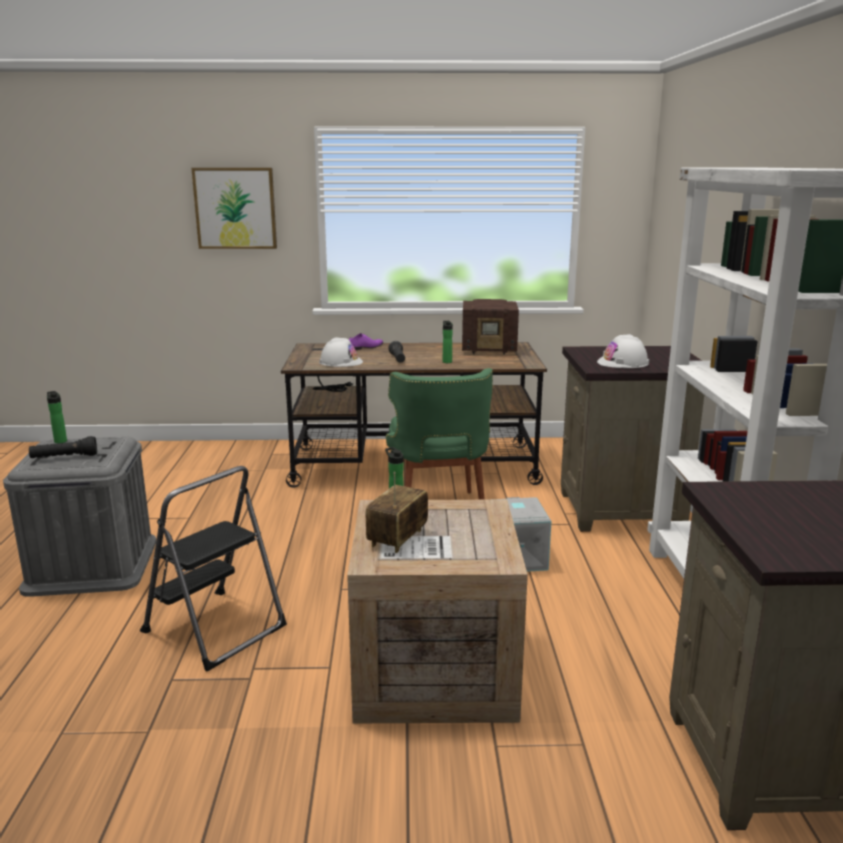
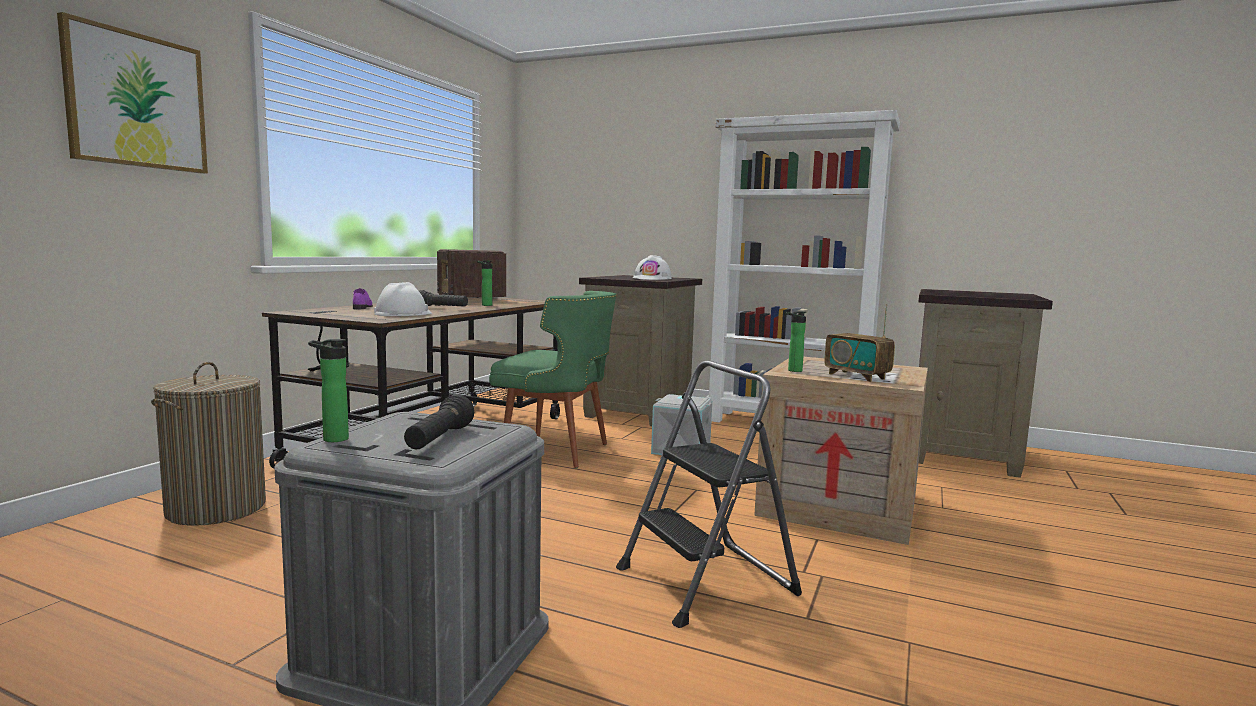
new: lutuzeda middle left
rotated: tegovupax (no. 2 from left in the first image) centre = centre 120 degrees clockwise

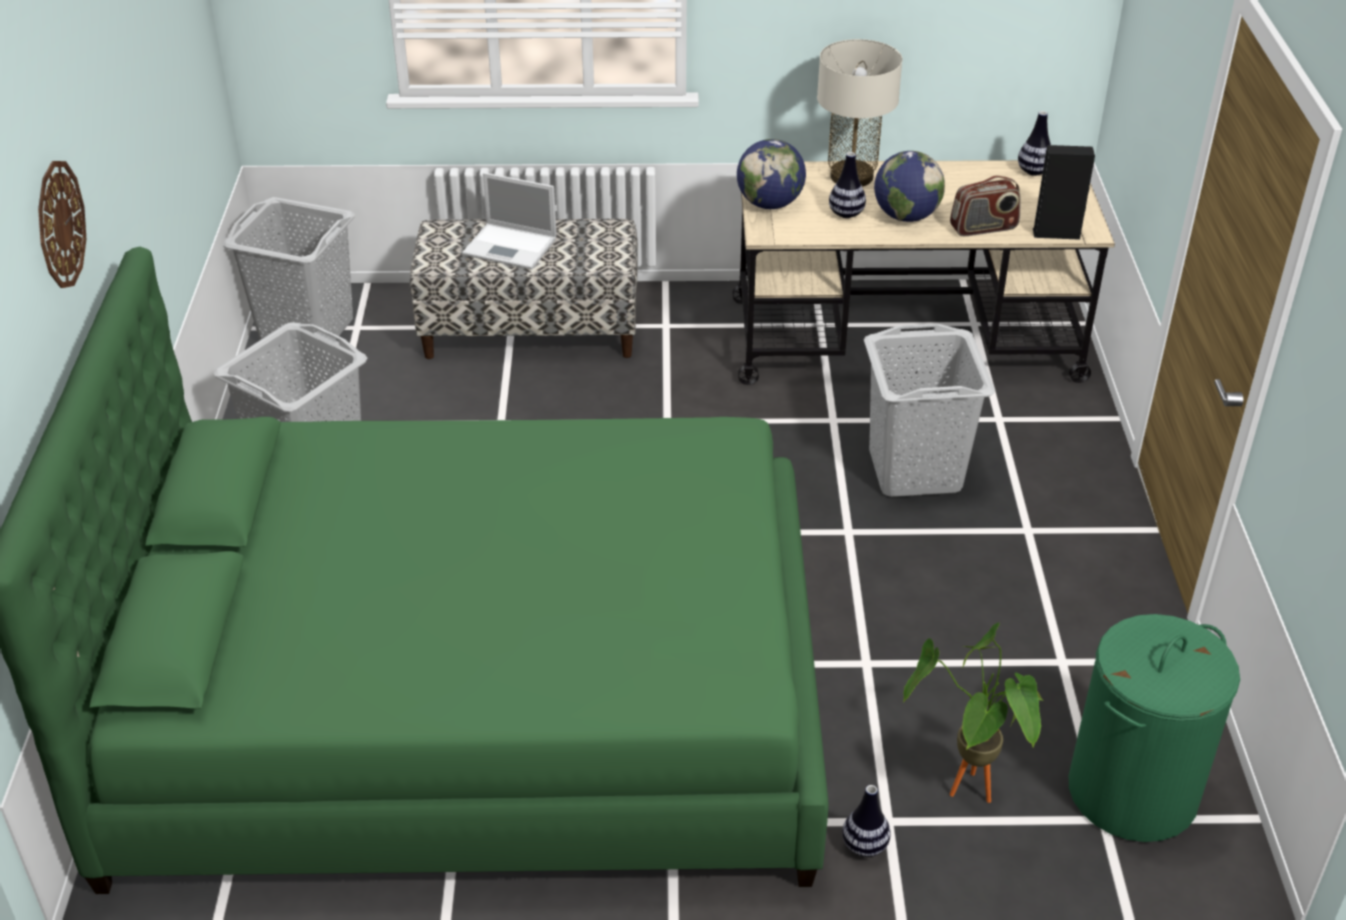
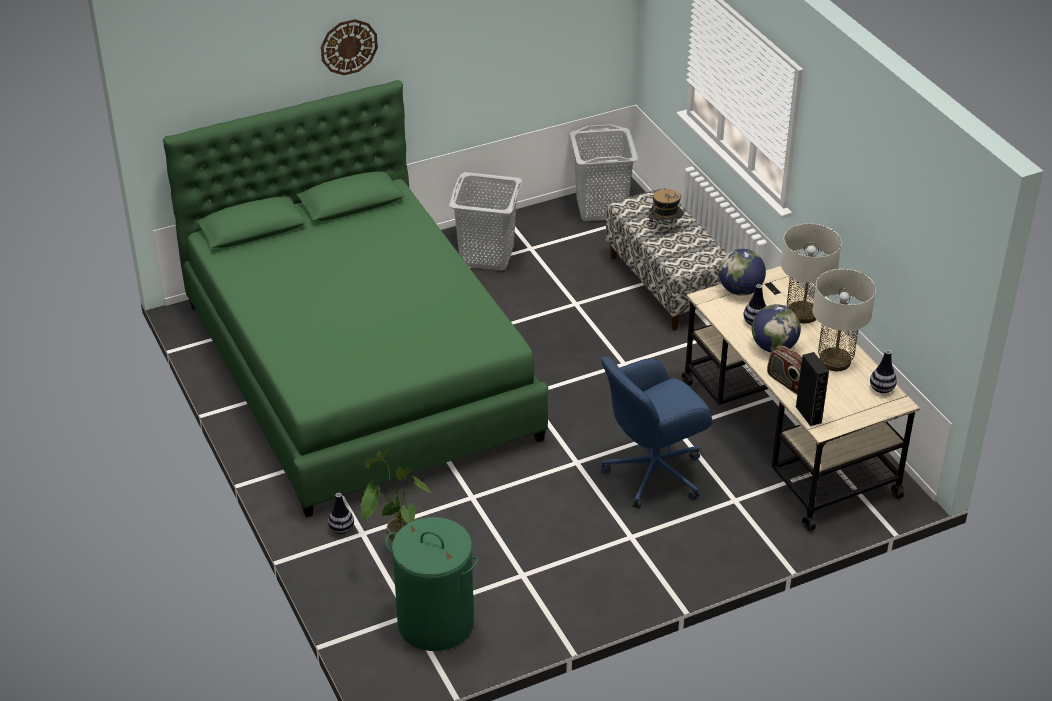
new: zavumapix (no. 2 from left) middle right
swapped: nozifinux top centre to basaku top centre; lutuzeda (grey) (no. 3 from left) middle right to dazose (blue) centre

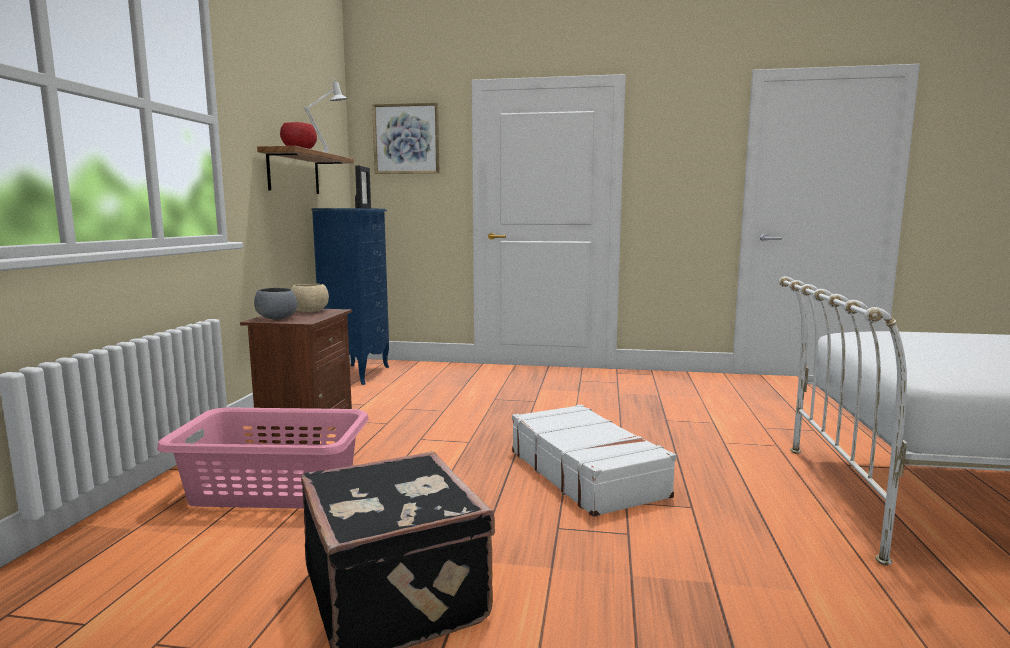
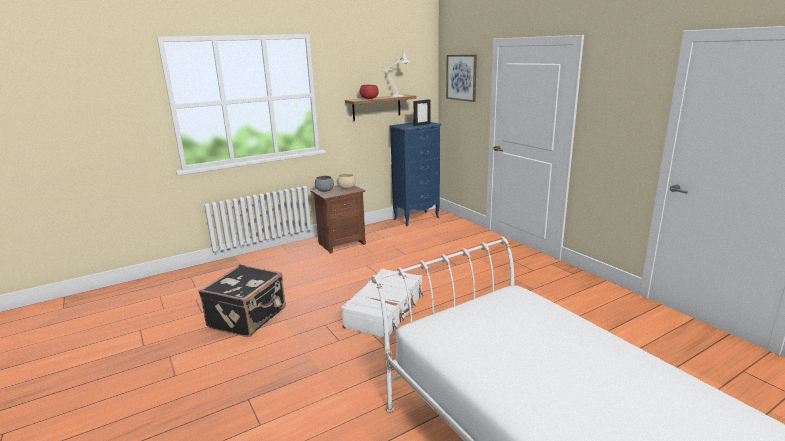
gone: lutuzeda (pink) bottom left

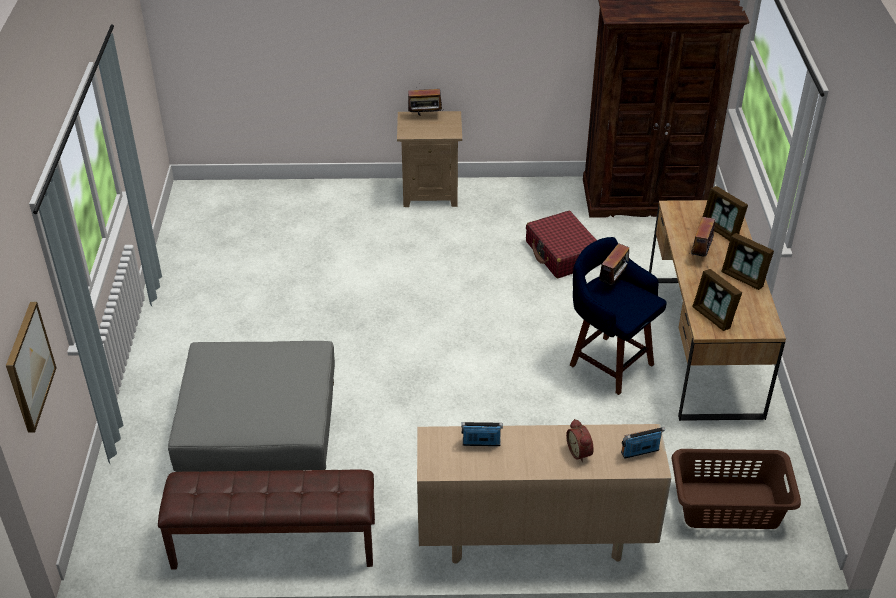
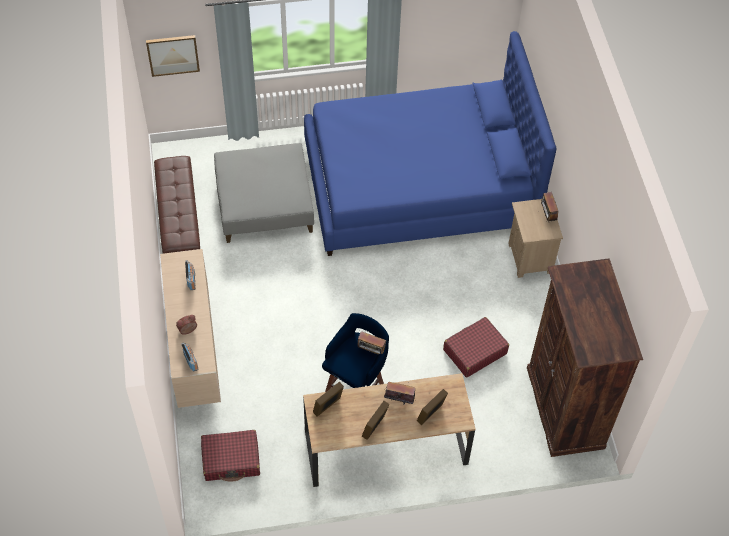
new: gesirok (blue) top centre
swapped: lutuzeda (brown) bottom right to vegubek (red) (no. 1 from left) bottom left

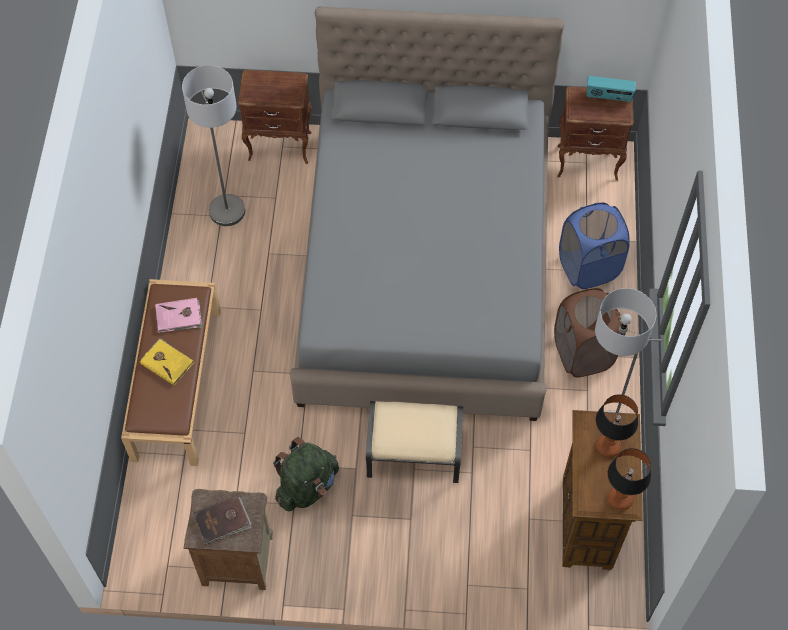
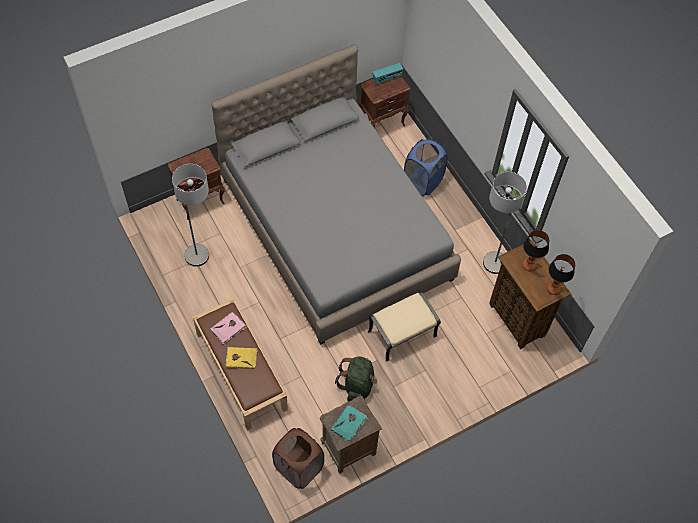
shifted: lutuzeda (brown) middle right to bottom centre
repainted: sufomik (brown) bottom left to sufomik (turquoise) bottom centre

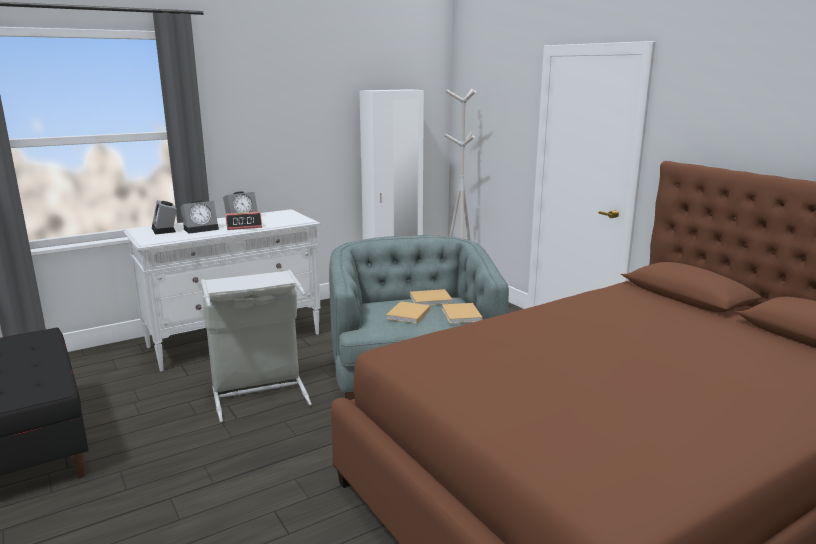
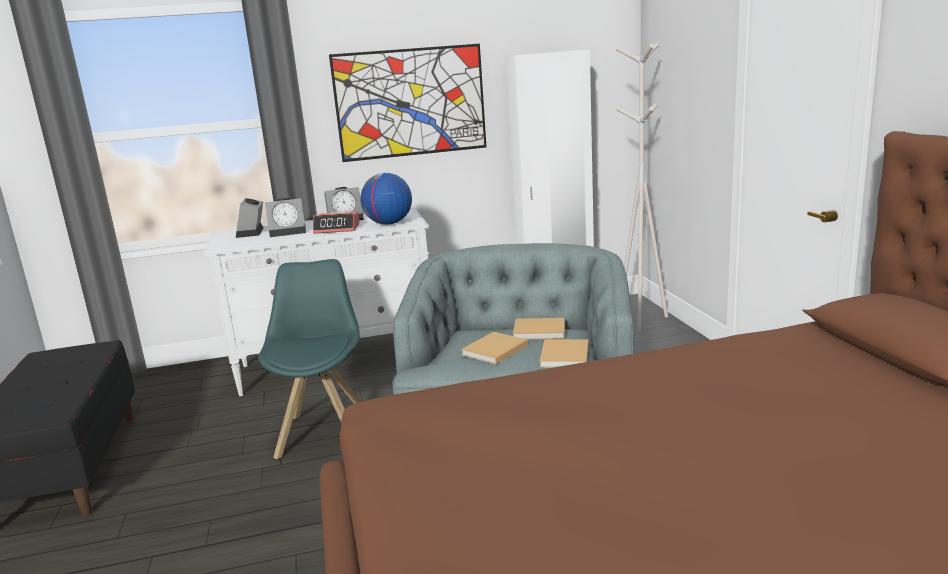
new: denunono top centre; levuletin centre
swapped: lutuzeda (grey) middle left to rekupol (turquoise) middle left

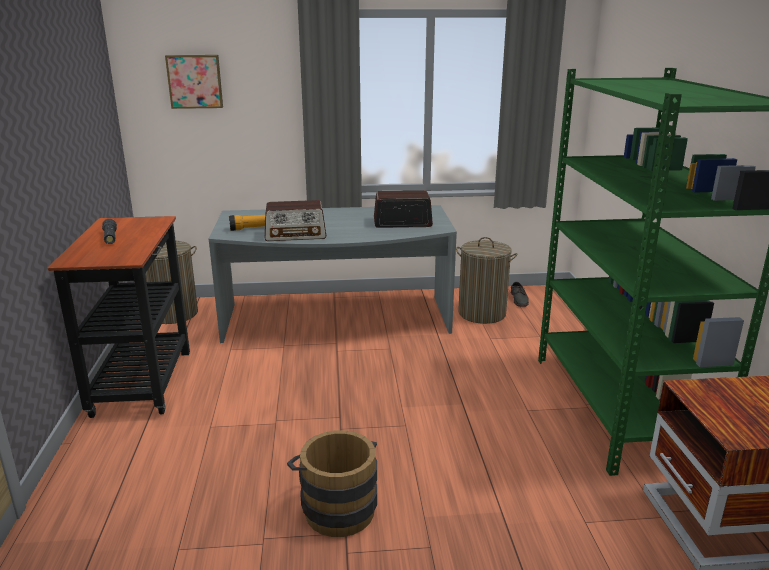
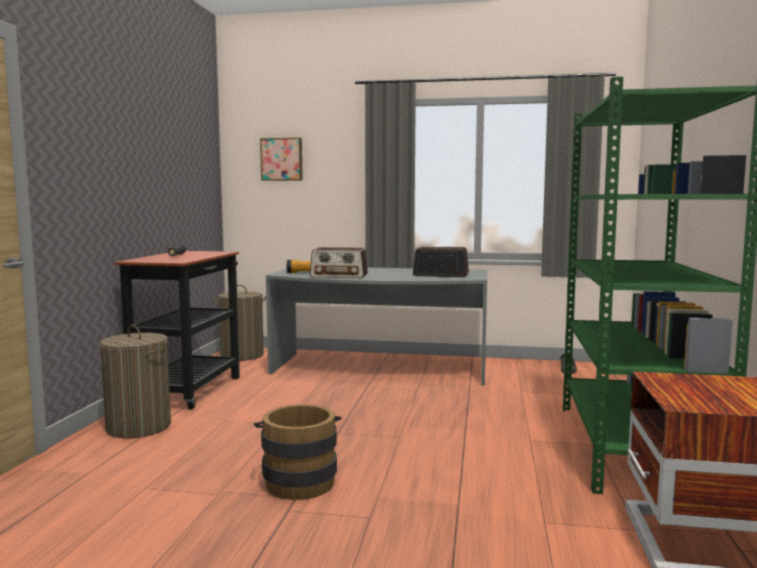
shifted: lutuzeda (no. 2 from left in the first image) centre to lutuzeda (no. 1 from left) bottom left

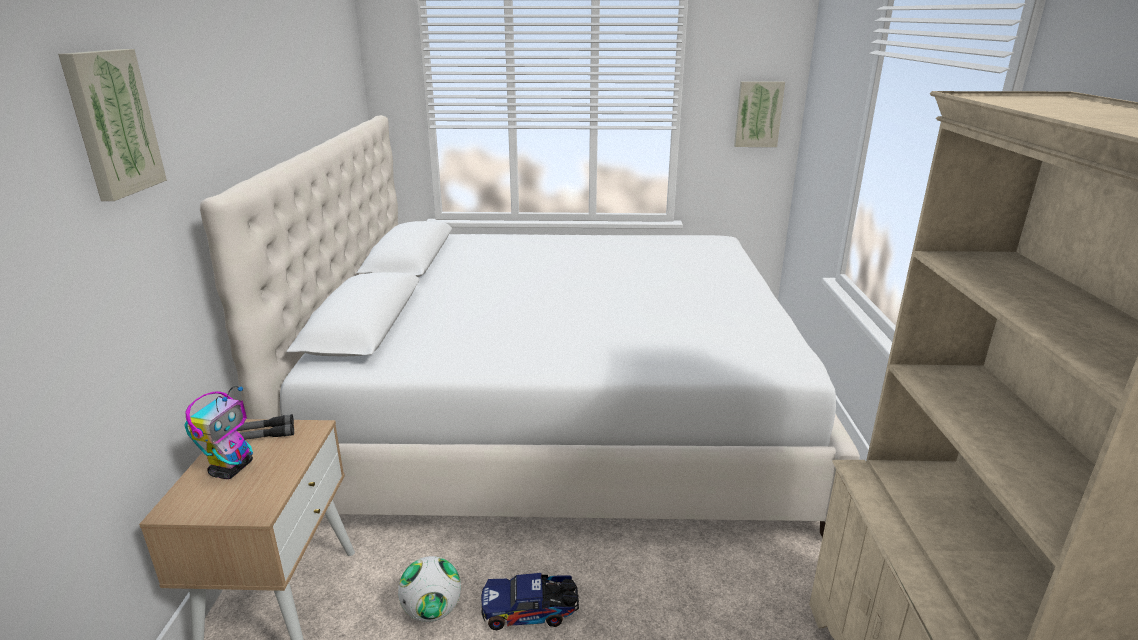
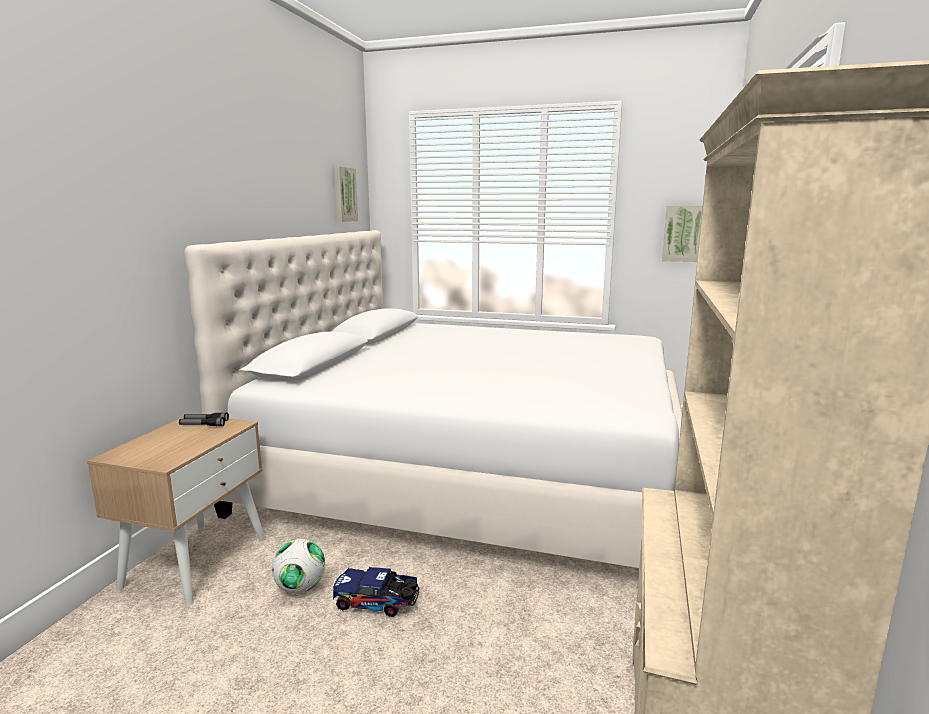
gone: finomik bottom left
shifted: denunono (no. 1 from left) top left to top centre

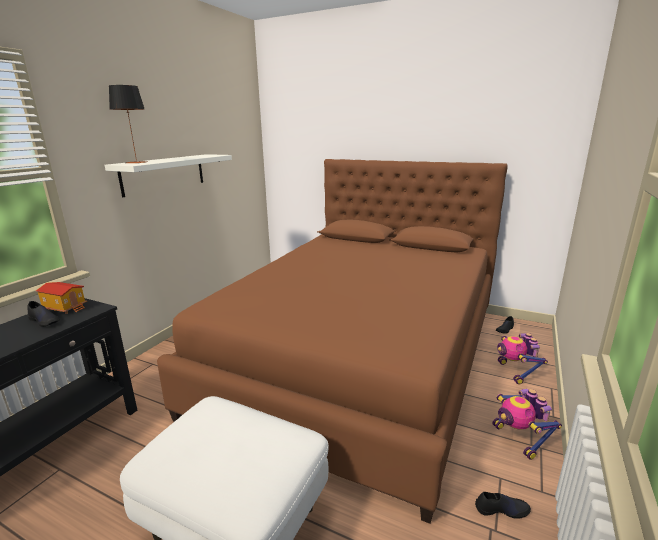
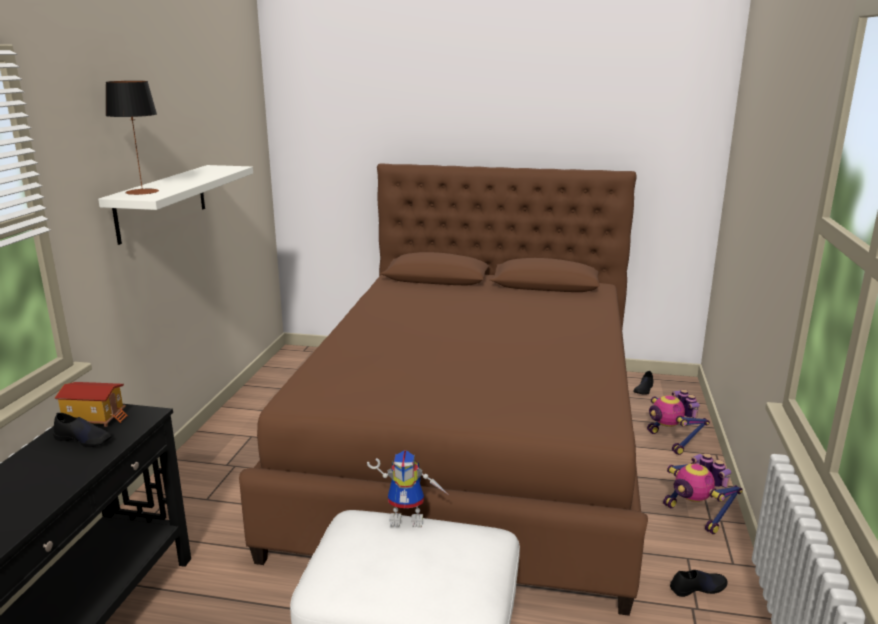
new: finomik (no. 1 from left) bottom centre

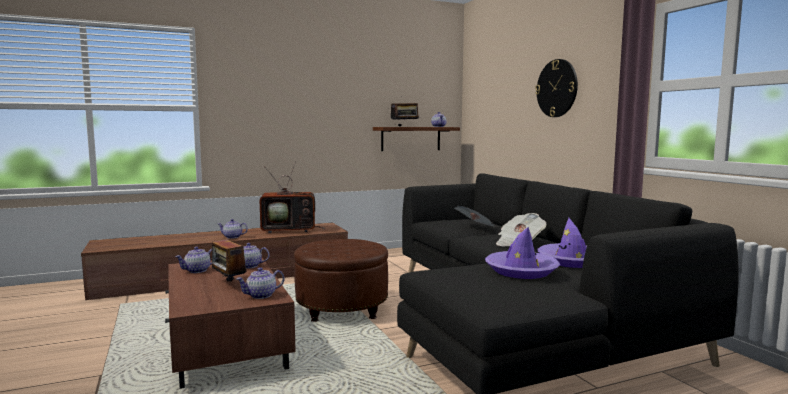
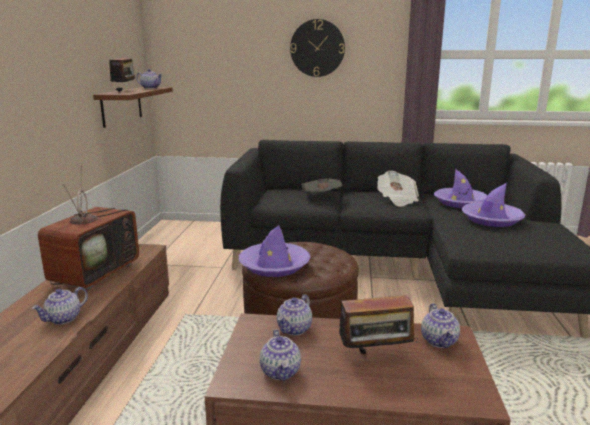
new: basaku (purple) (no. 1 from left) centre

